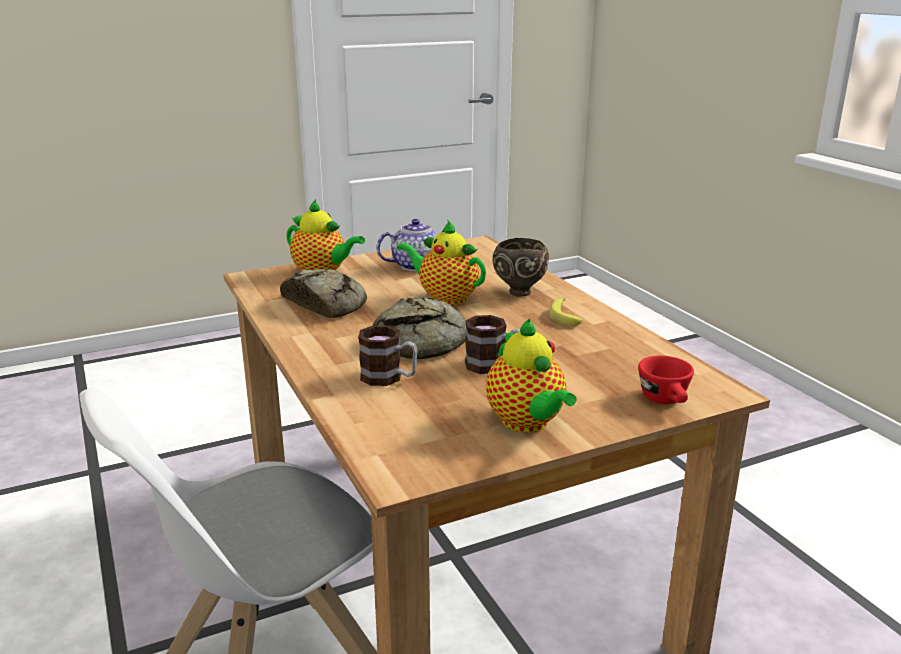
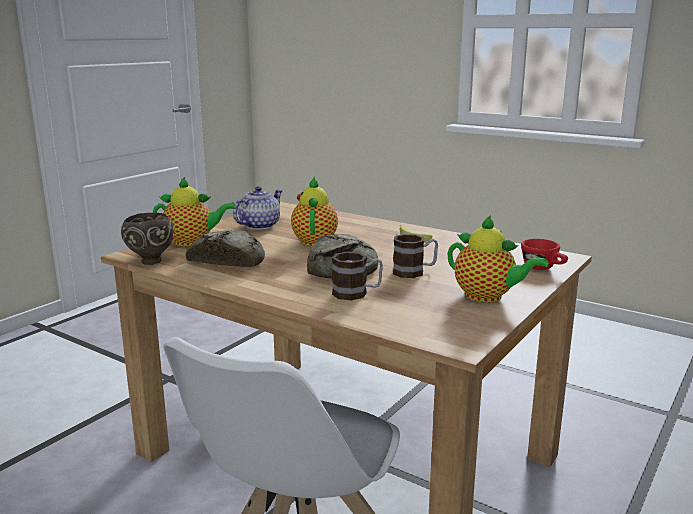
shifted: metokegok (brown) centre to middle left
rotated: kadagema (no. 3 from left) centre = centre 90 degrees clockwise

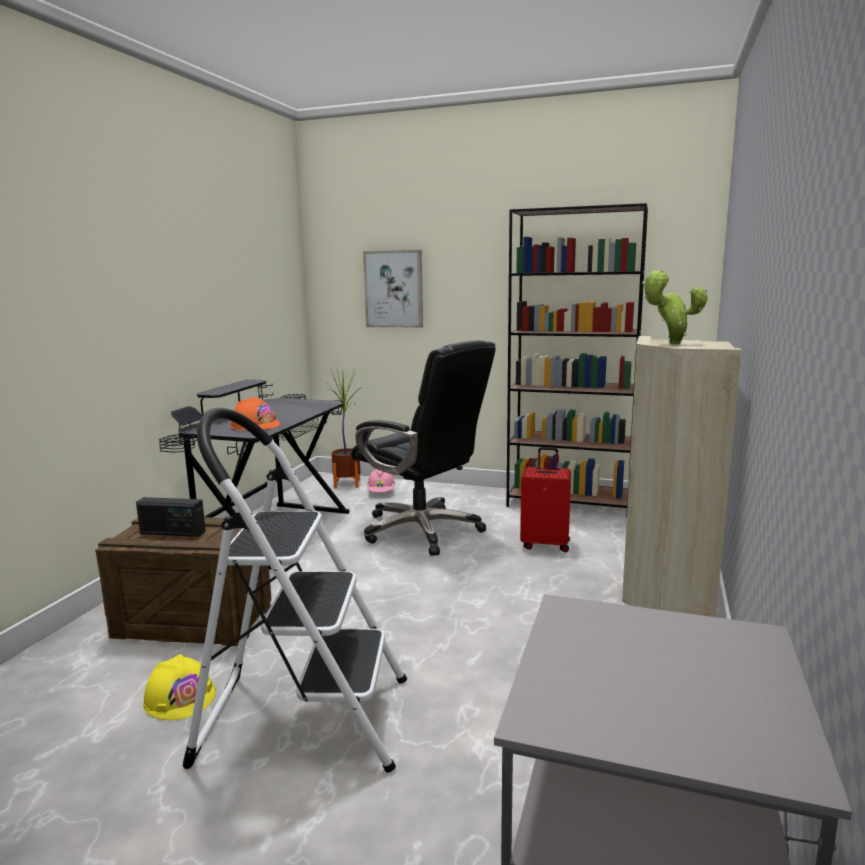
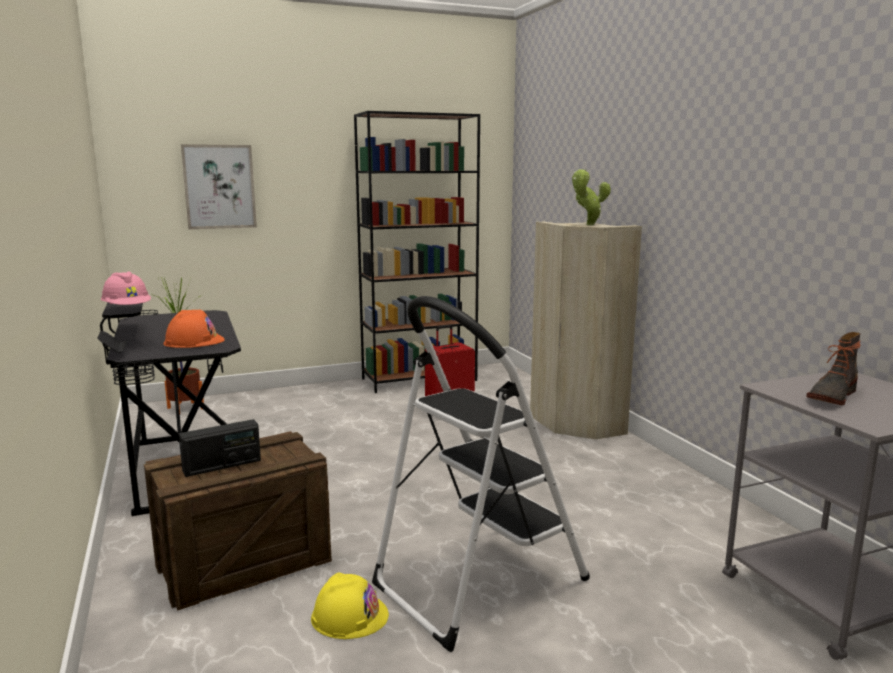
gone: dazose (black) centre
new: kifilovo middle right
shifted: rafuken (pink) centre to middle left

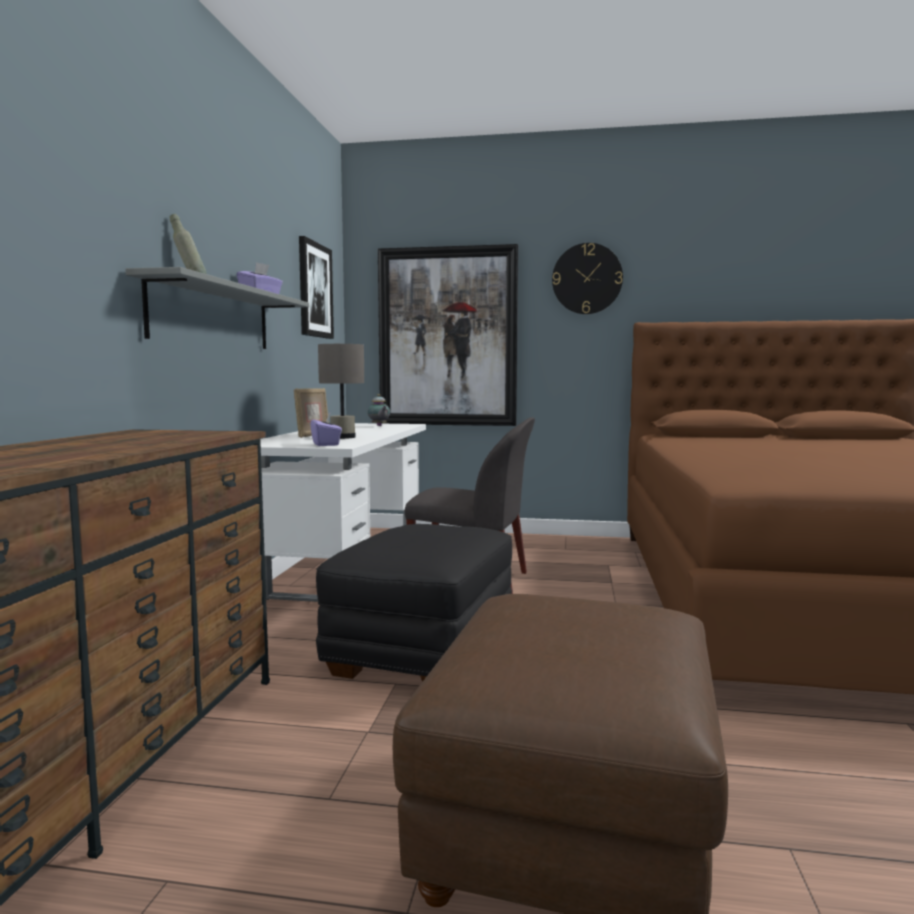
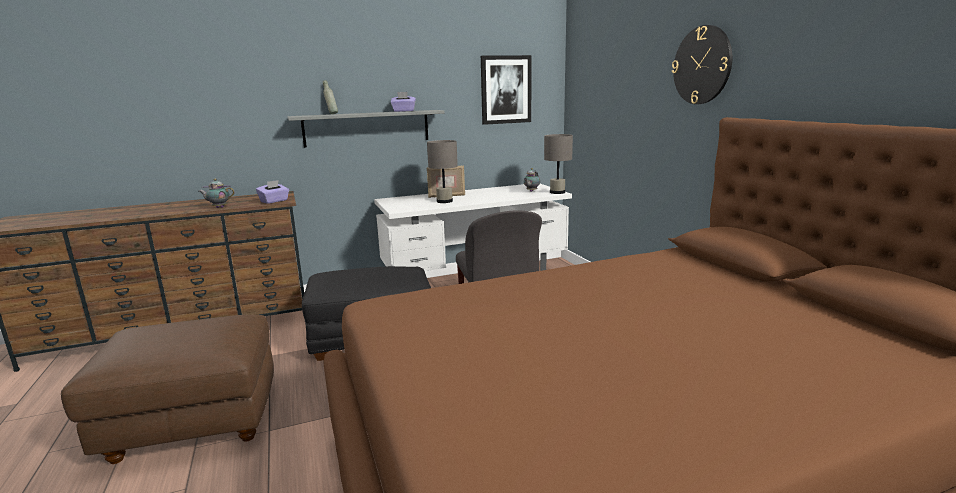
gone: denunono (no. 2 from left) centre
new: kadagema (no. 1 from left) middle left; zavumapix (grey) (no. 2 from left) top centre
shifted: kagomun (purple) (no. 2 from left in the first image) centre to kagomun (purple) (no. 1 from left) middle left

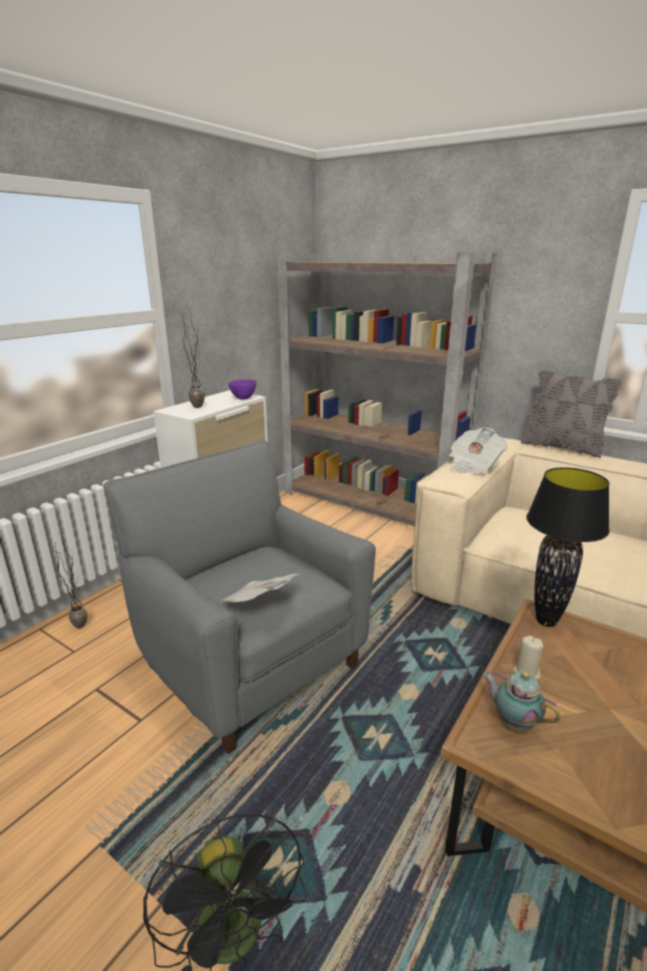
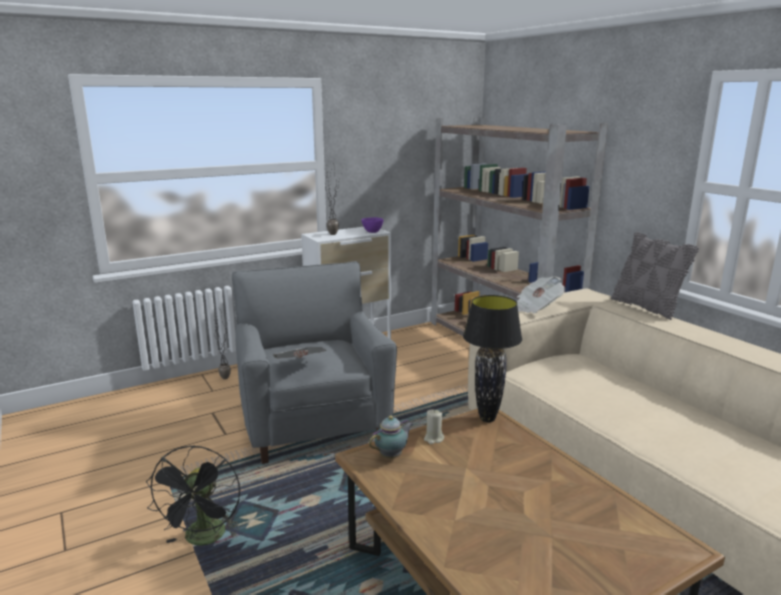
rotated: kadagema bottom right = bottom centre 75 degrees clockwise

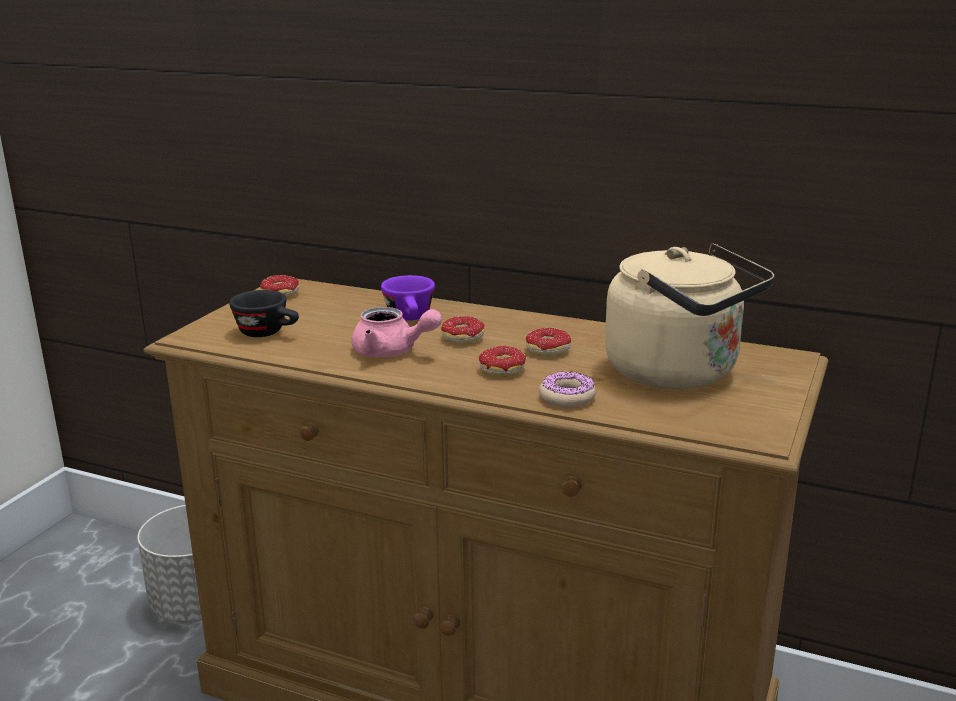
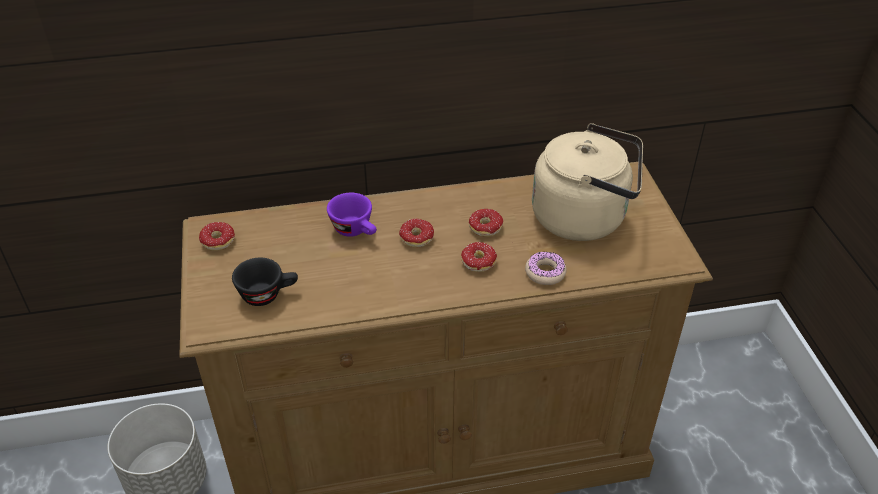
gone: kadagema (pink) centre

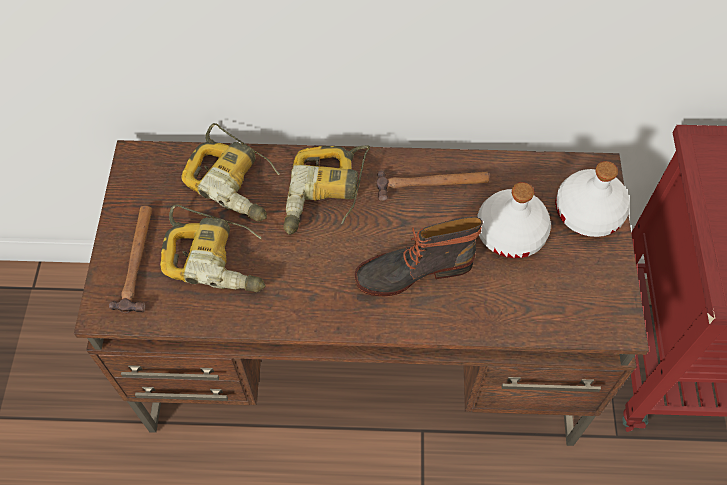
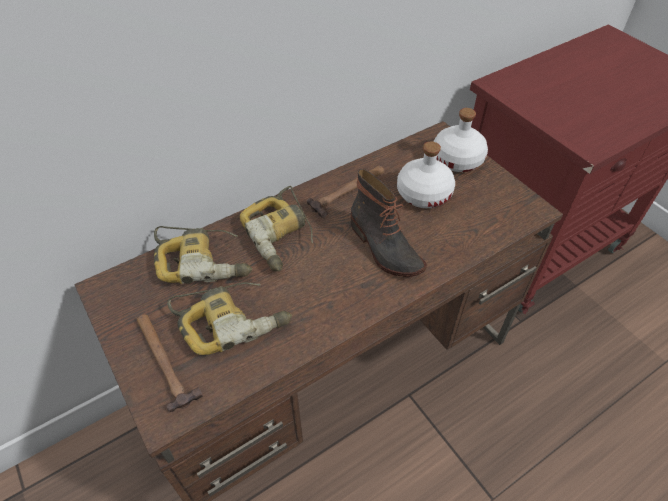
rotated: kifilovo centre = centre 75 degrees counterclockwise

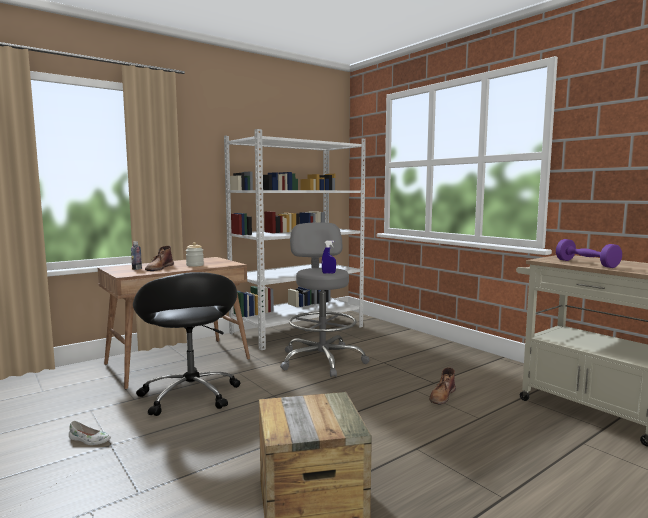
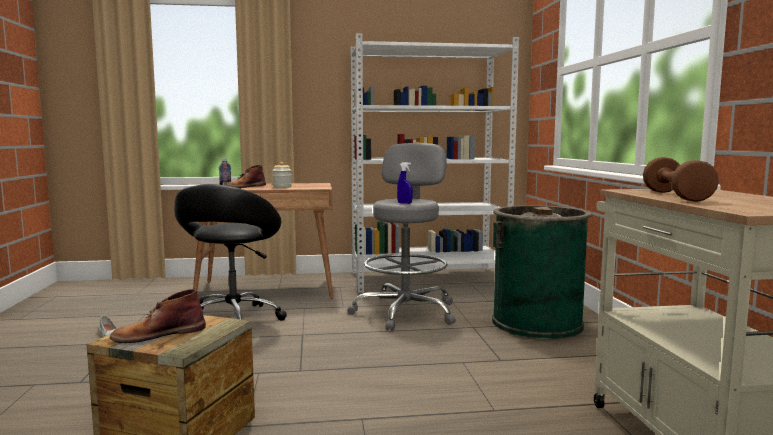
new: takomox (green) middle right
shifted: kifilovo (brown) (no. 2 from left in the first image) bottom right to kifilovo (brown) (no. 1 from left) bottom left
repainted: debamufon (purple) middle right to debamufon (brown) middle right

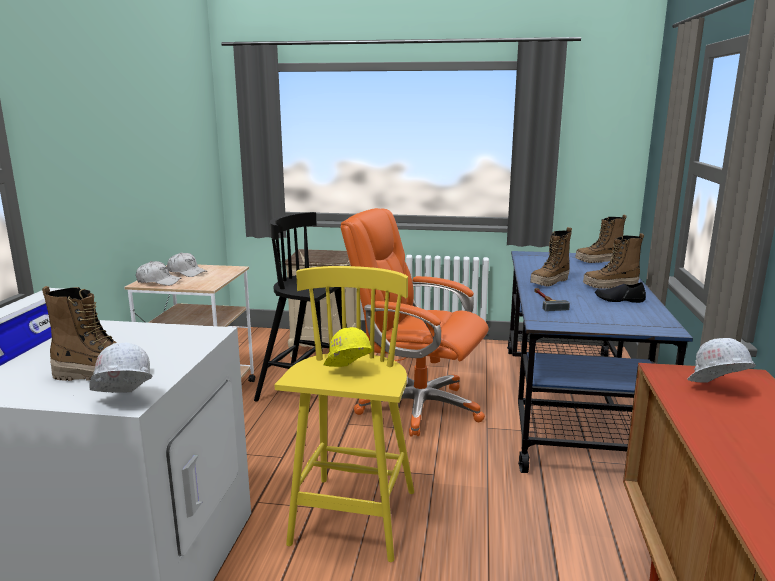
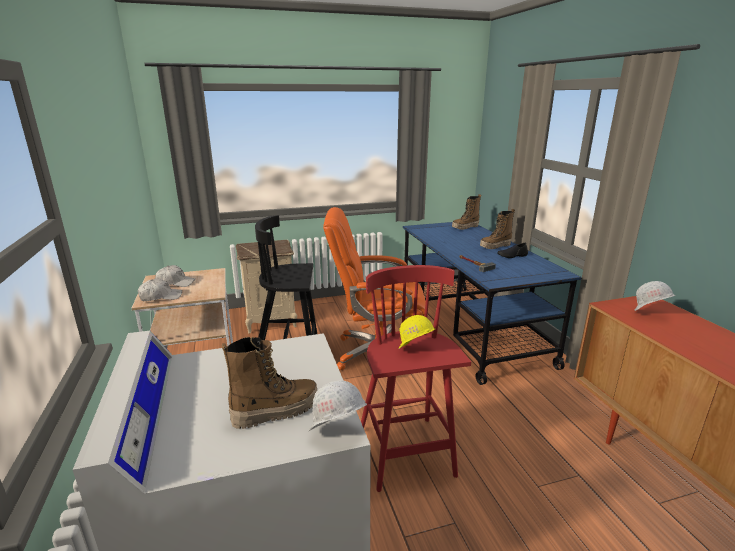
gone: kifilovo (no. 2 from left) middle right
repainted: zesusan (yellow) bottom centre to zesusan (red) bottom centre

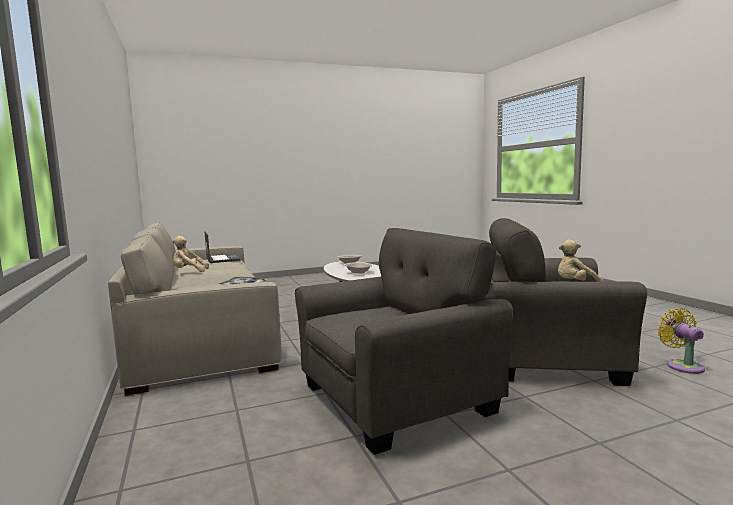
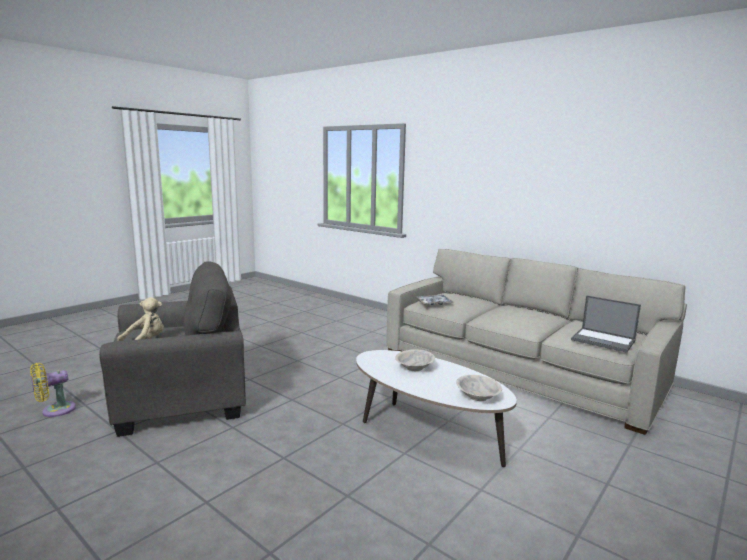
gone: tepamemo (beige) (no. 1 from left) middle left; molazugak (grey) (no. 1 from left) bottom centre
rotated: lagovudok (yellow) bottom right = bottom left 90 degrees clockwise

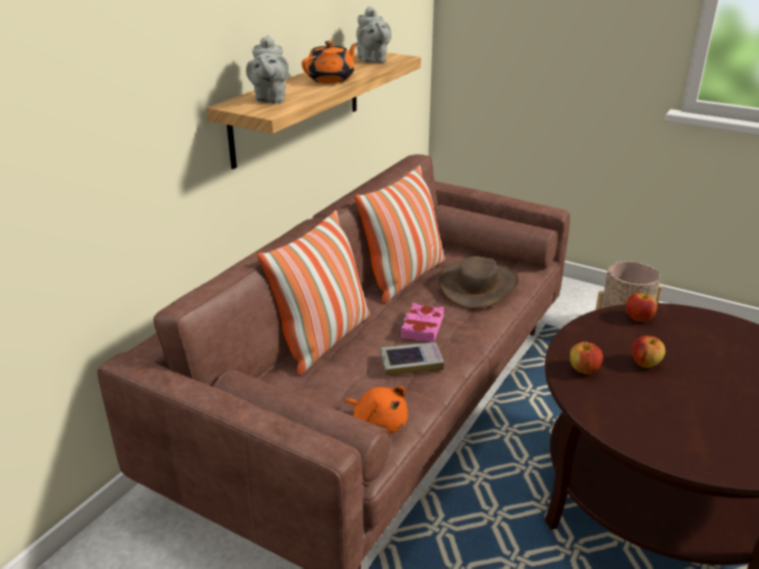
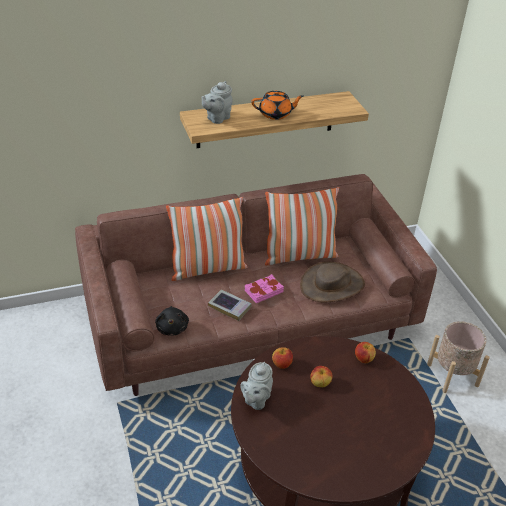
shifted: kadagema (grey) (no. 2 from left) top centre to bottom centre
repainted: tepamemo (orange) bottom centre to tepamemo (black) centre

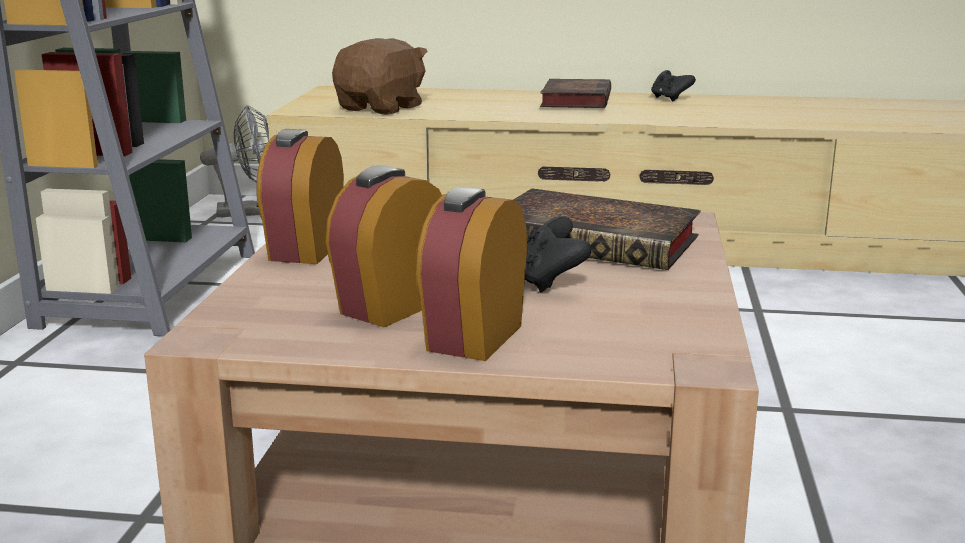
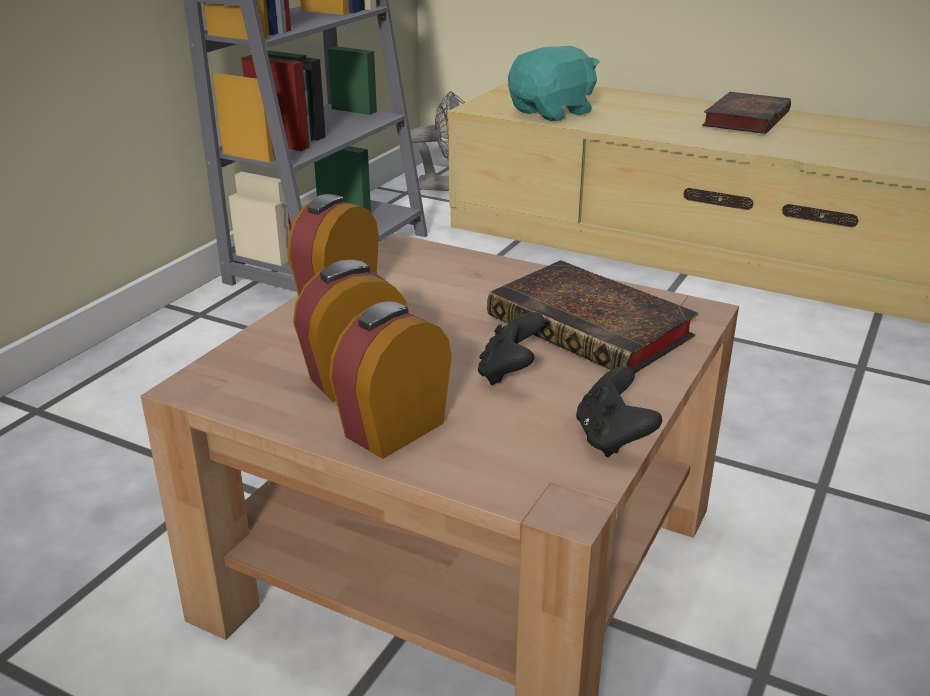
shifted: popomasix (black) (no. 2 from left) top right to centre
repainted: tepamemo (brown) top centre to tepamemo (turquoise) top centre

